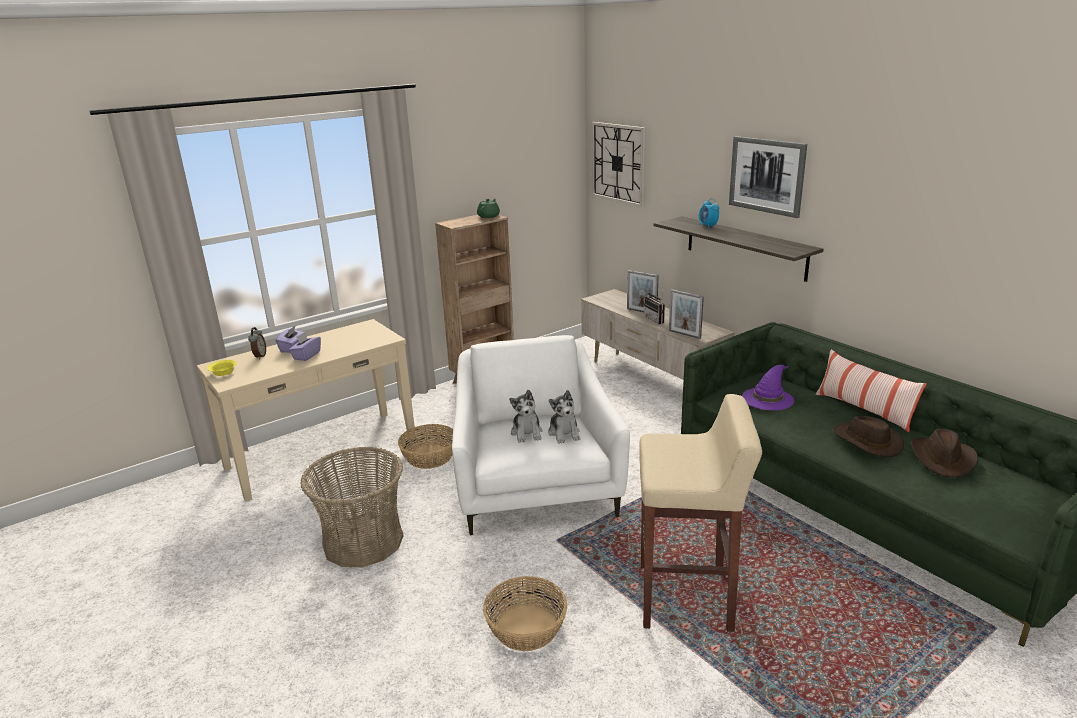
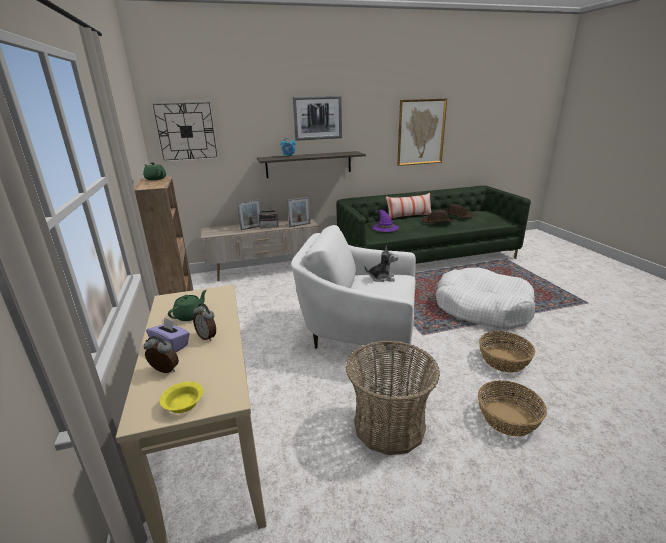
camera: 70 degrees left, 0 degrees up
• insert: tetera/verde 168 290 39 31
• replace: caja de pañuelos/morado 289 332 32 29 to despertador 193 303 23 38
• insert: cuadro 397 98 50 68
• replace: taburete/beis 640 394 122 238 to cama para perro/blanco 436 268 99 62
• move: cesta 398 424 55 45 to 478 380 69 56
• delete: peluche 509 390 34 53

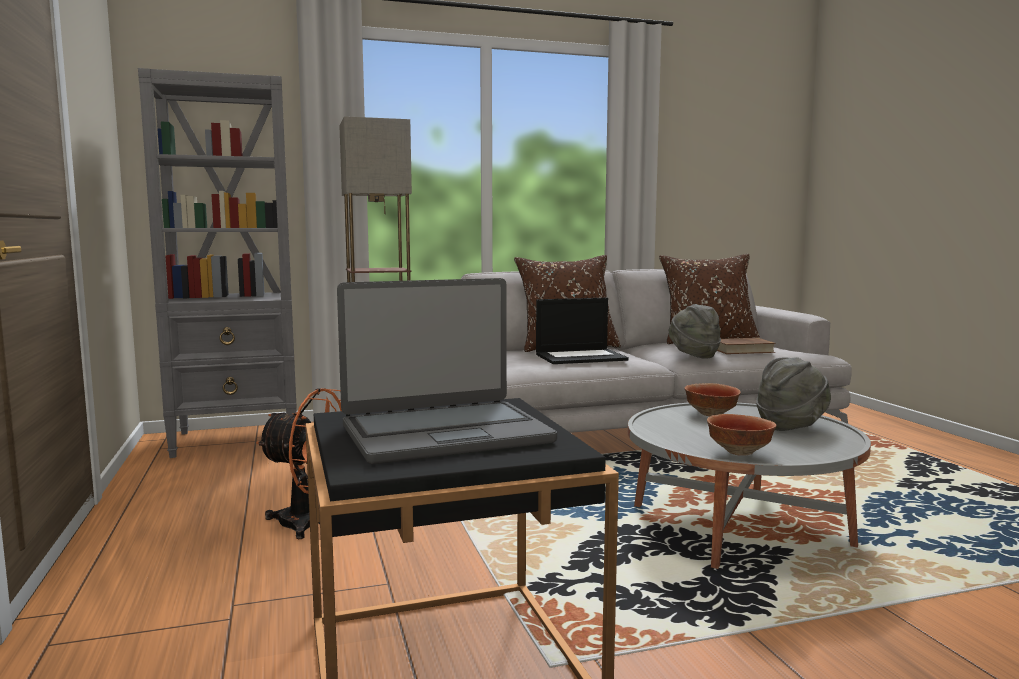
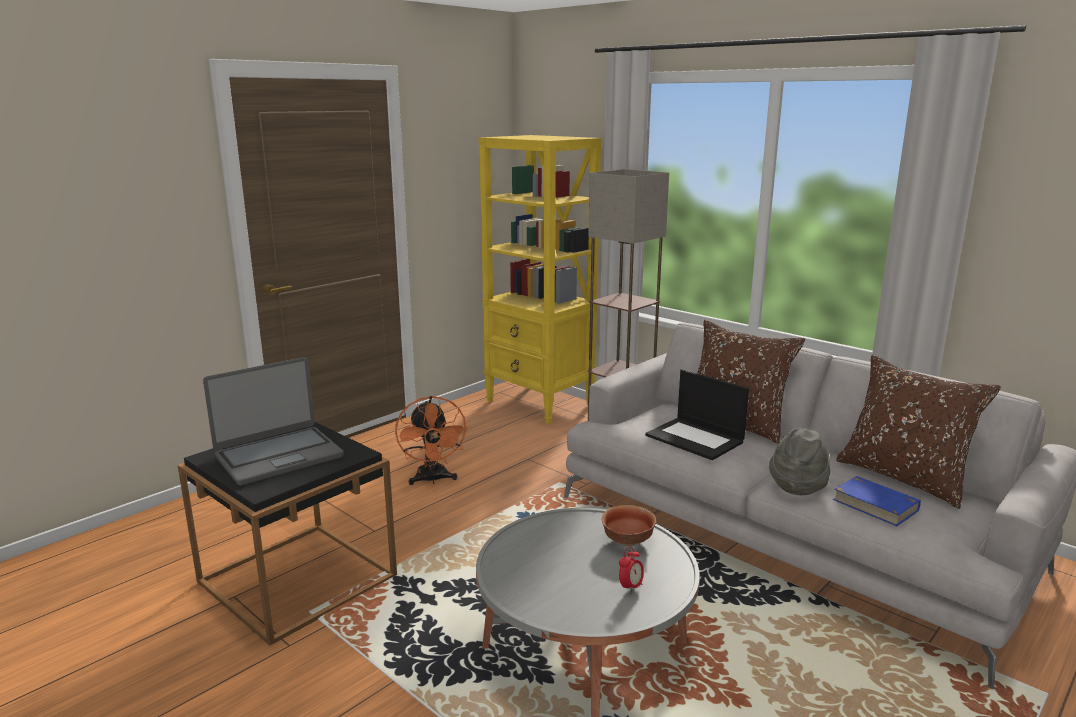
camera: 60 degrees right, 10 degrees up
• rotate: portátil 337 278 220 187 = 203 357 141 128 75 degrees counterclockwise
• recolor: estantería/gris 138 68 159 390 to estantería/amarillo 479 135 122 289
• replace: sombrero/gris 756 357 75 74 to despertador 619 547 25 48
• recolor: libro/marrón 717 338 58 16 to libro/azul 833 476 88 50
• delete: cuenco 707 414 69 42

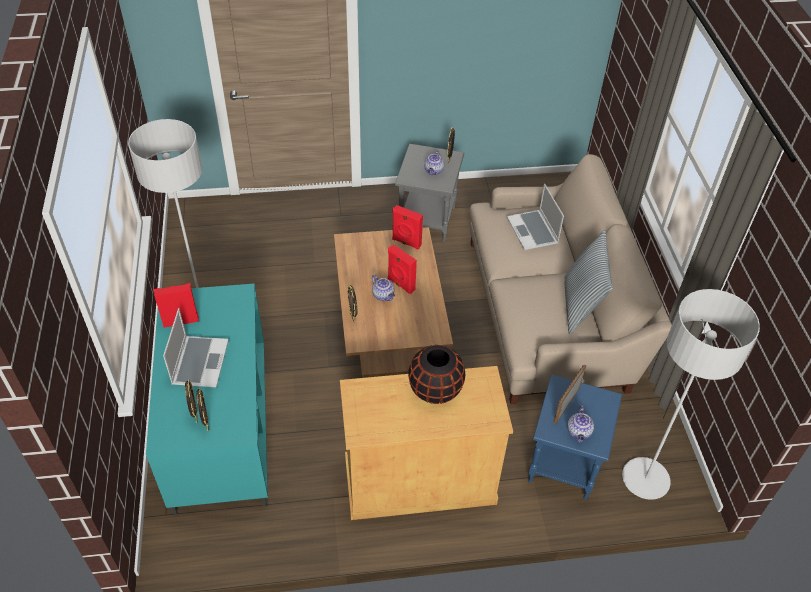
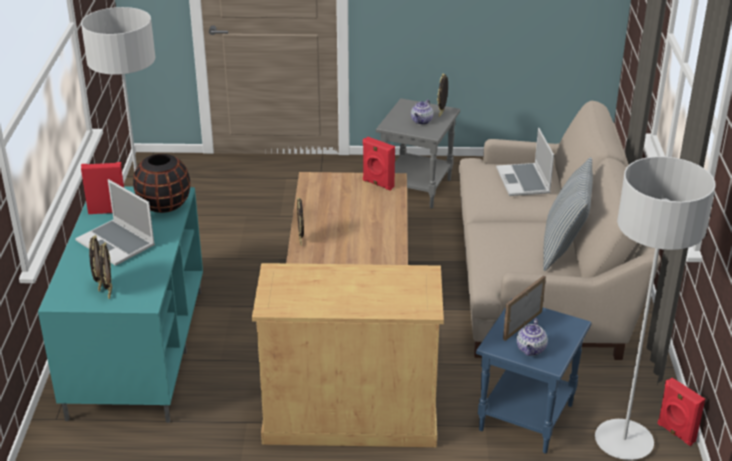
camera: 10 degrees right, 15 degrees down
• rotate: portátil 163 308 66 79 = 75 179 80 87 120 degrees clockwise
• move: florero/negro 408 345 57 59 to 133 154 57 59
• move: altavoz/rojo 388 244 29 50 to 657 378 48 68
• delete: tetera 372 275 23 26

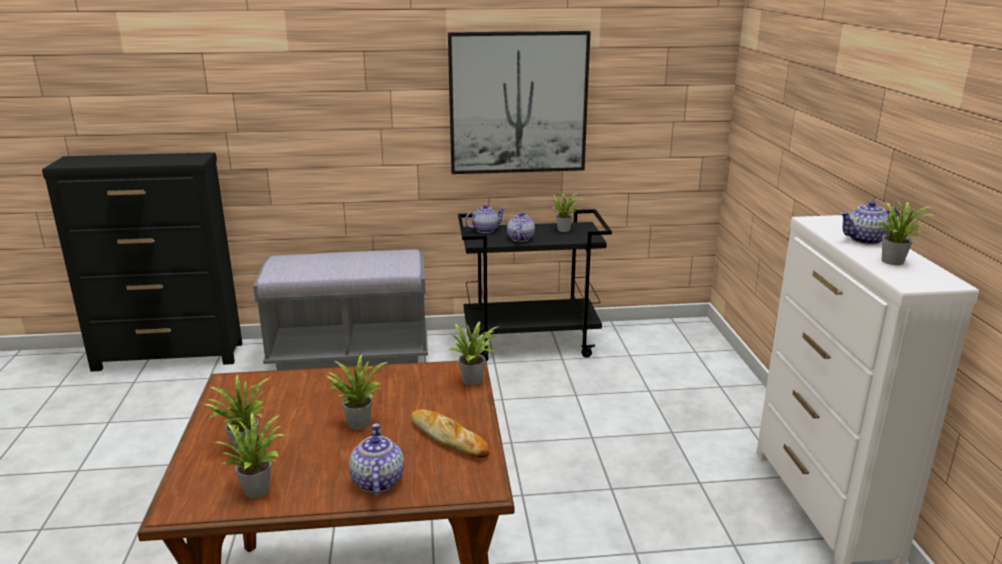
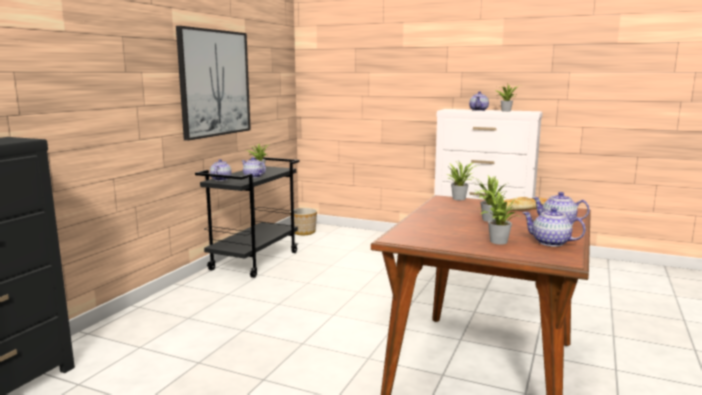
camera: 60 degrees left, 10 degrees down
• insert: maceta 290 208 27 27
• replace: planta en maceta 214 412 70 86 to tetera 522 208 64 39
• delete: banco/gris 253 250 175 120

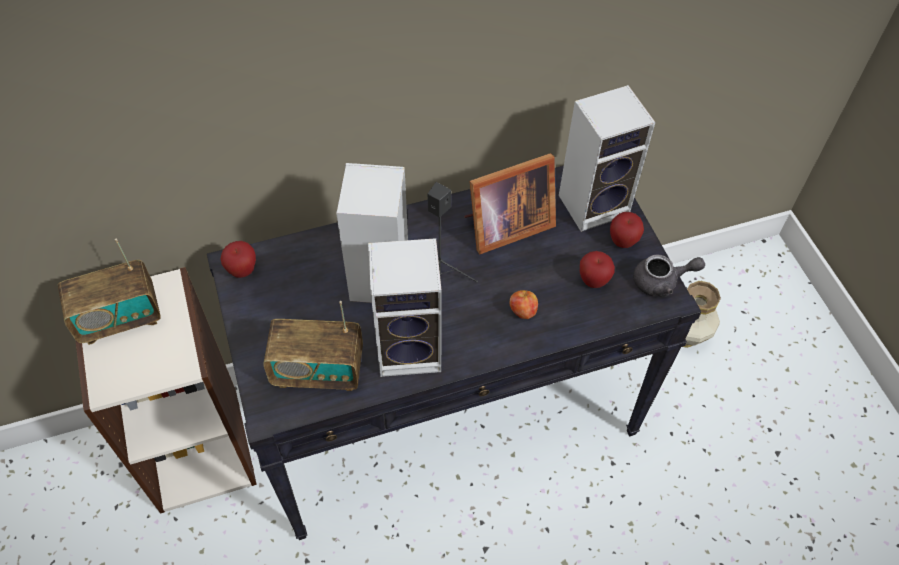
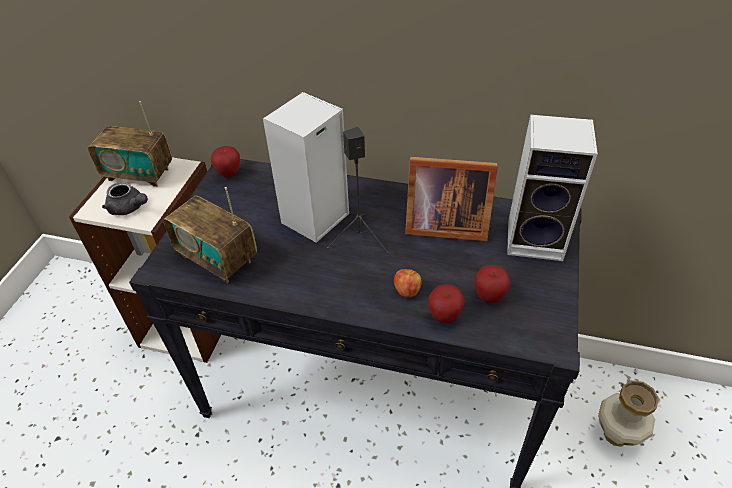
camera: 35 degrees right, 10 degrees down
• move: tetera/gris 633 254 72 43 to 102 182 46 33
• move: manzana 610 212 34 36 to 428 284 37 39
• delete: altavoz 368 239 74 138

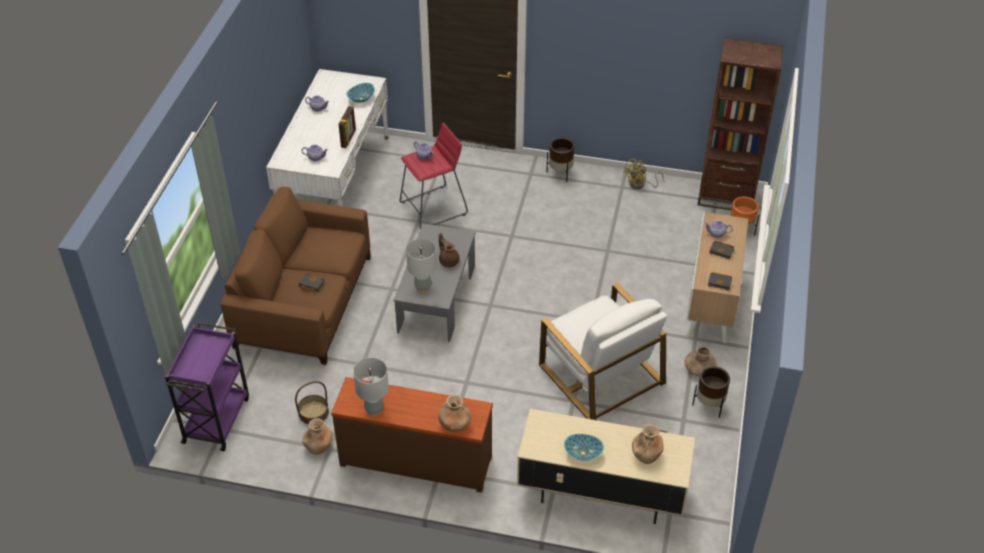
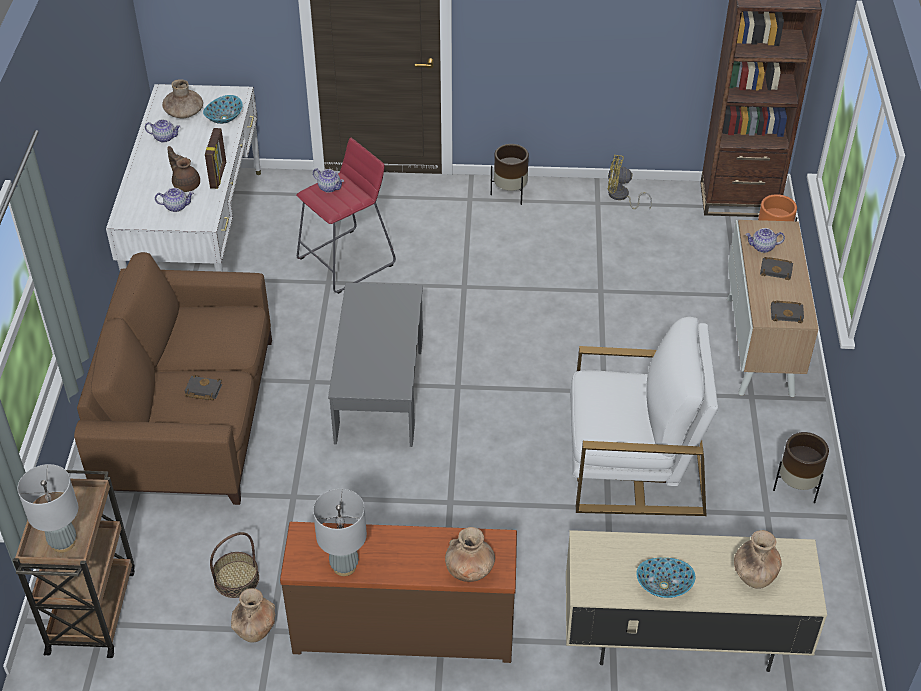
camera: 10 degrees left, 0 degrees up
• recolor: carrito/morado 165 322 84 129 to carrito/marrón 13 470 122 188
• move: lámpara de mesa/gris 406 239 31 54 to 17 464 61 89
• move: florero/marrón 684 346 33 31 to 162 79 41 39
• move: tetera/marrón 439 233 20 34 to 167 146 33 46
• rotate: sillón/blanco 539 282 128 138 = 570 317 148 199 45 degrees counterclockwise
• rotate: ventilador/amarillo 623 158 41 31 = 608 155 44 55 60 degrees clockwise

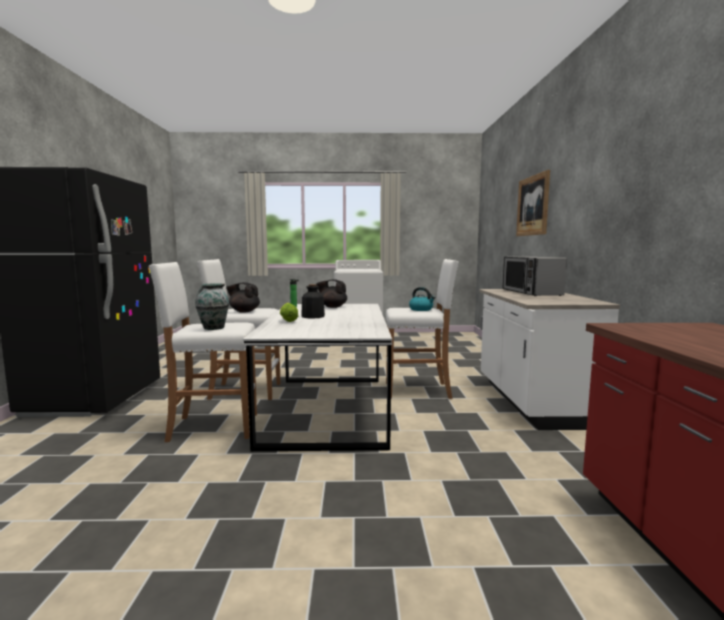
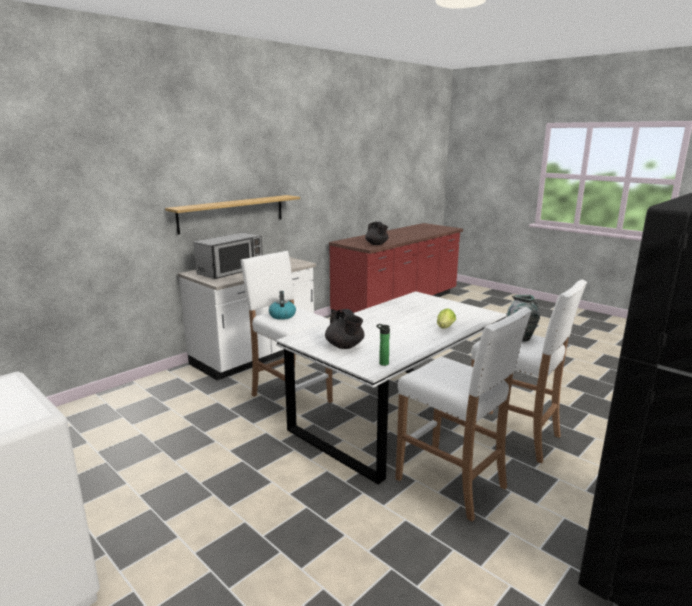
camera: 135 degrees left, 10 degrees up
• insert: estante 165 195 135 39
• move: tetera/negro 226 282 34 31 to 365 222 24 23
• delete: botella 301 284 24 35
• delete: cuadro 516 170 34 66

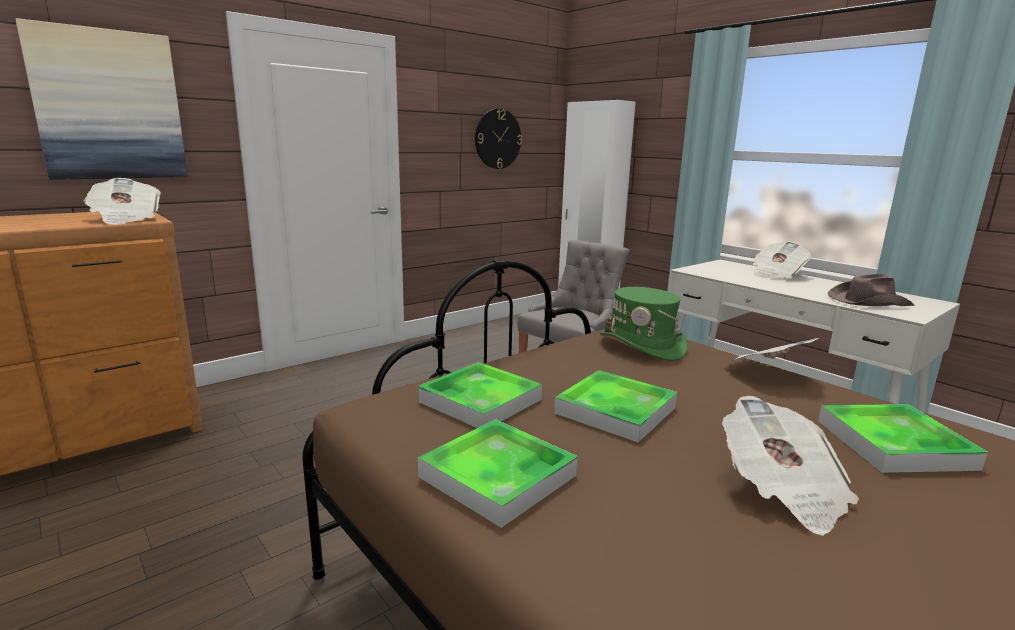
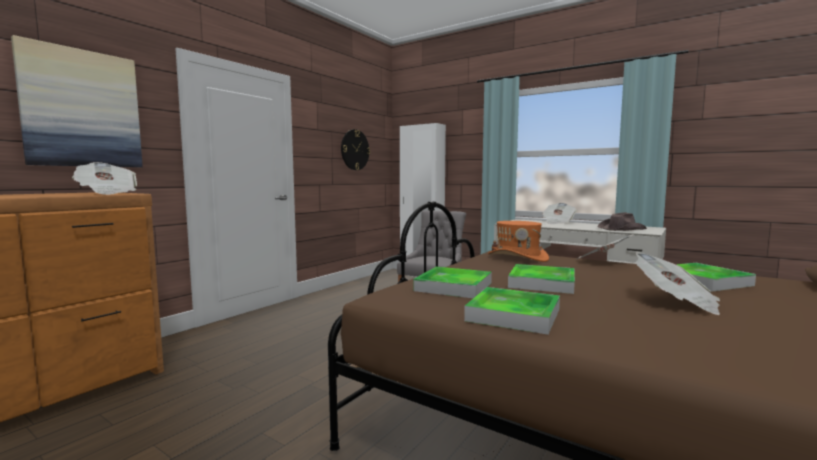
camera: 15 degrees left, 10 degrees down
• recolor: sombrero/verde 600 287 88 74 to sombrero/naranja 488 221 61 41

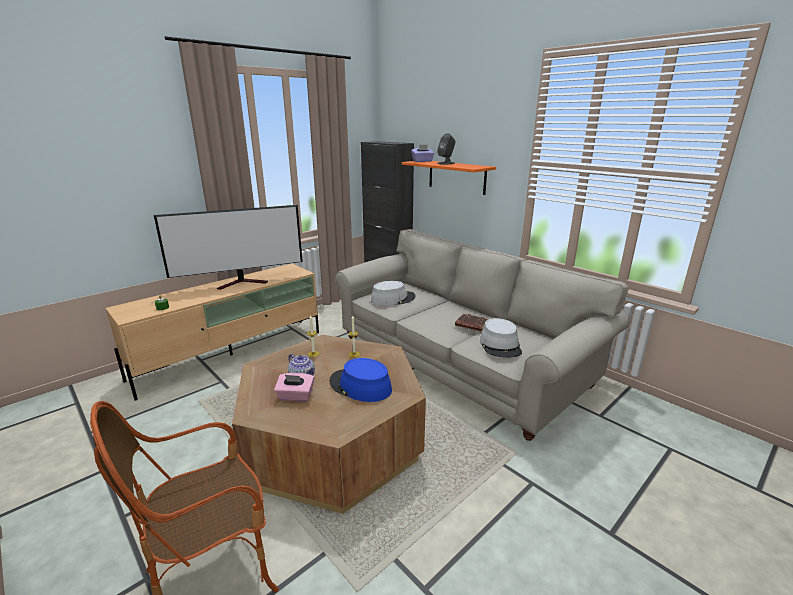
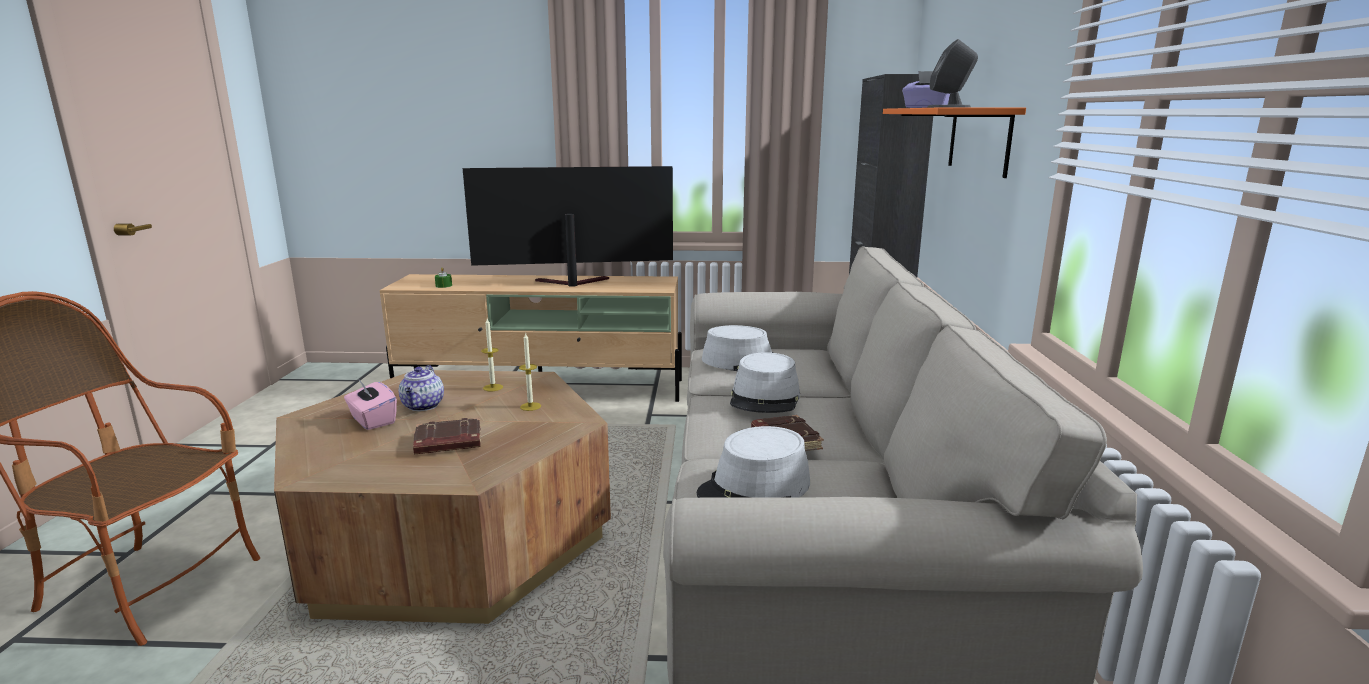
camera: 45 degrees right, 5 degrees down
• replace: sombrero/azul 329 358 63 44 to libro/marrón 413 418 68 36
• rotate: televisor 154 205 149 85 = 463 166 210 121 150 degrees clockwise
• insert: sombrero/gris 730 352 70 61

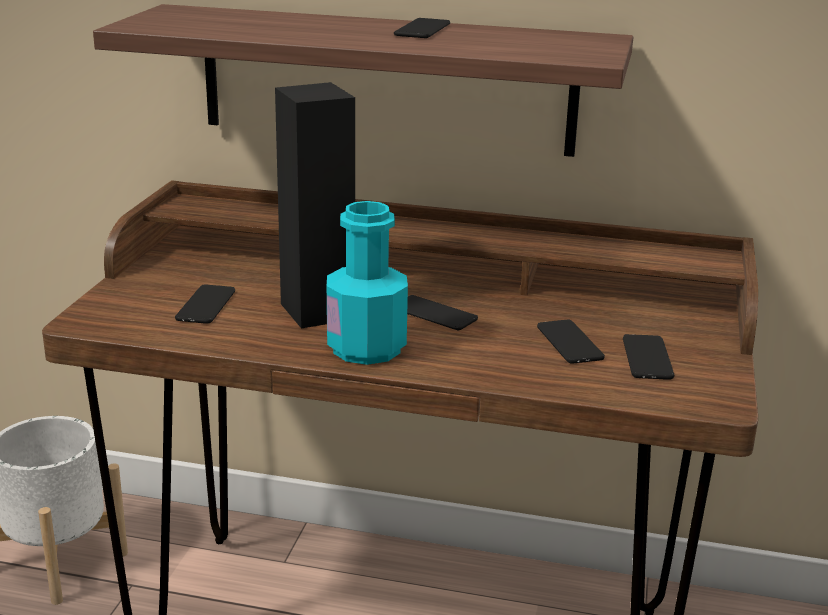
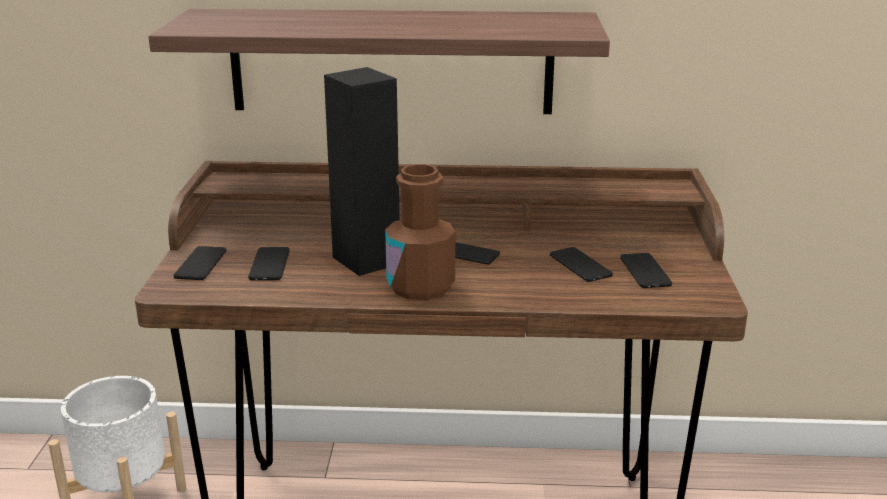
camera: 10 degrees left, 0 degrees up
• move: móvil 394 18 56 20 to 174 246 52 34
• recolor: botella/turquesa 327 201 81 164 to botella/marrón 385 164 70 136

